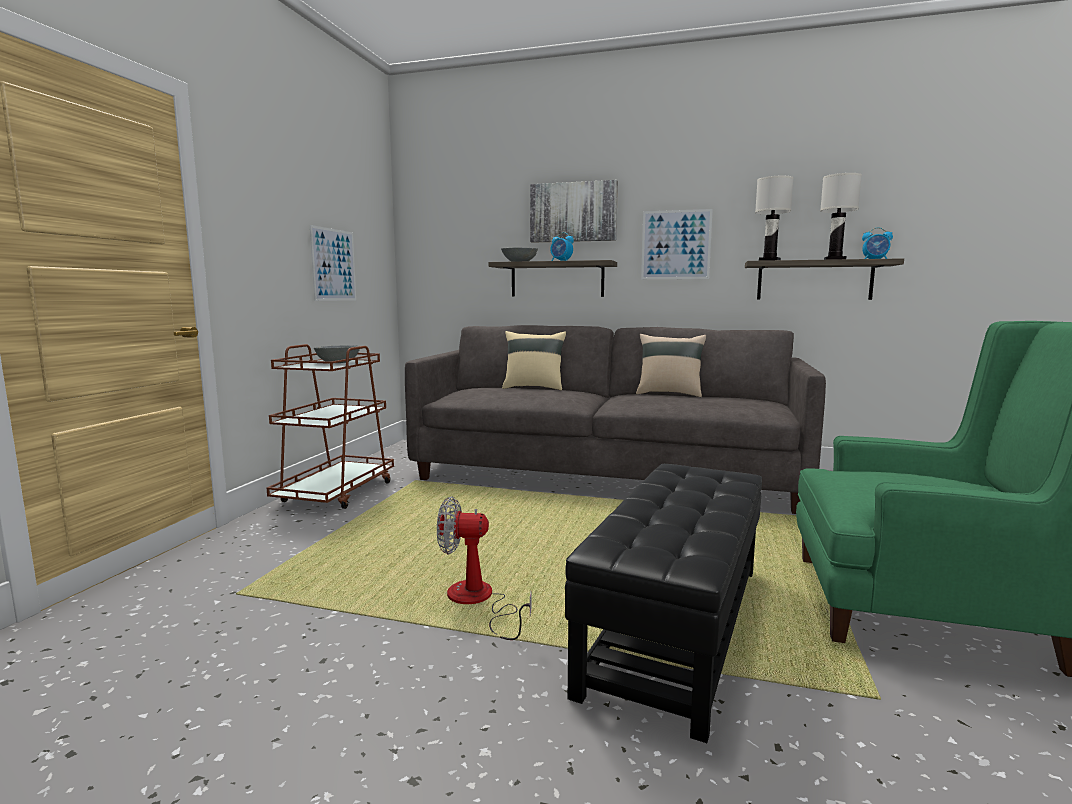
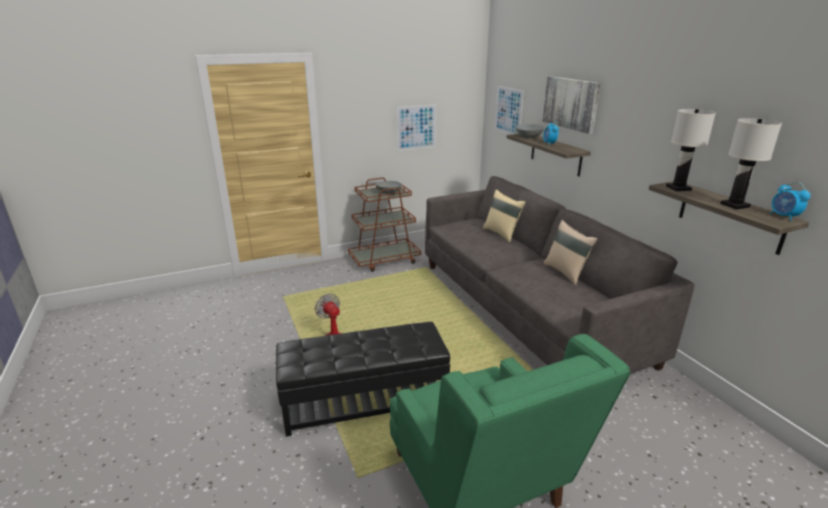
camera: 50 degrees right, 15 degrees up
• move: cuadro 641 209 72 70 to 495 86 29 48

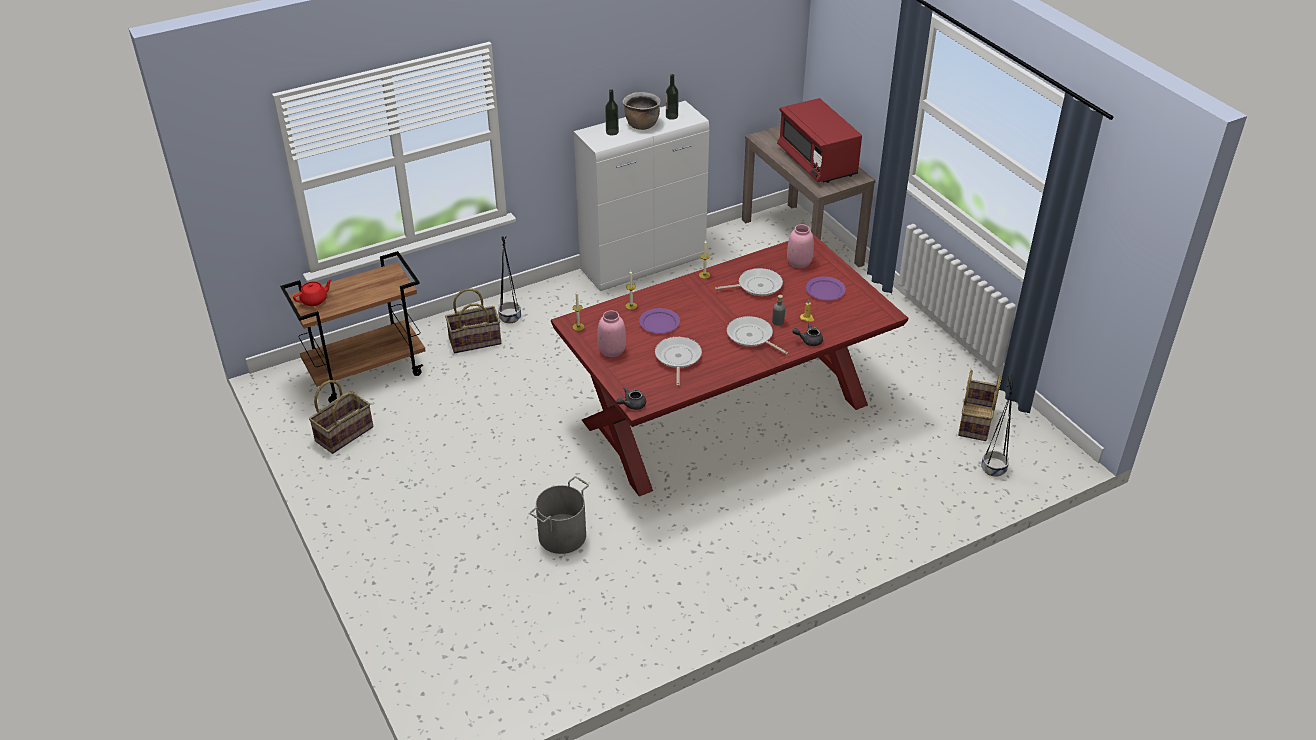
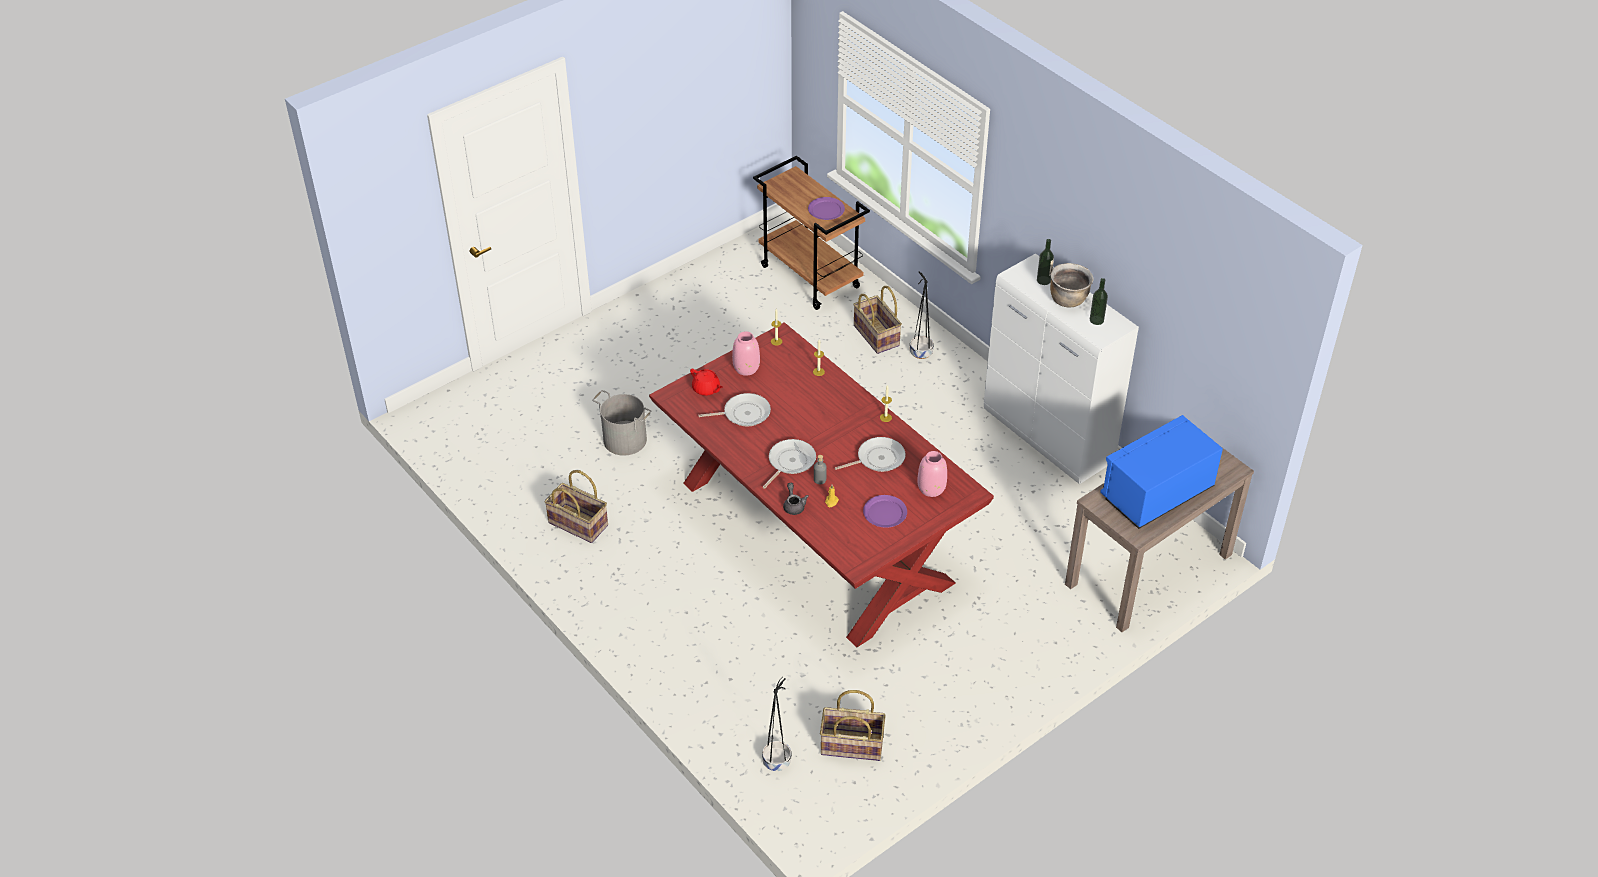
camera: 80 degrees right, 5 degrees up
• move: cesta 309 380 64 74 to 544 470 64 73
• move: tetera/rojo 293 279 40 27 to 690 369 33 27
• move: plato/morado 639 308 41 26 to 808 197 37 23
• rotate: sartén 715 268 68 28 = 835 437 71 35 90 degrees counterclockwise
• recolor: microondas/rojo 777 98 85 85 to microondas/azul 1100 415 123 114
• delete: tetera/gris 617 388 29 22

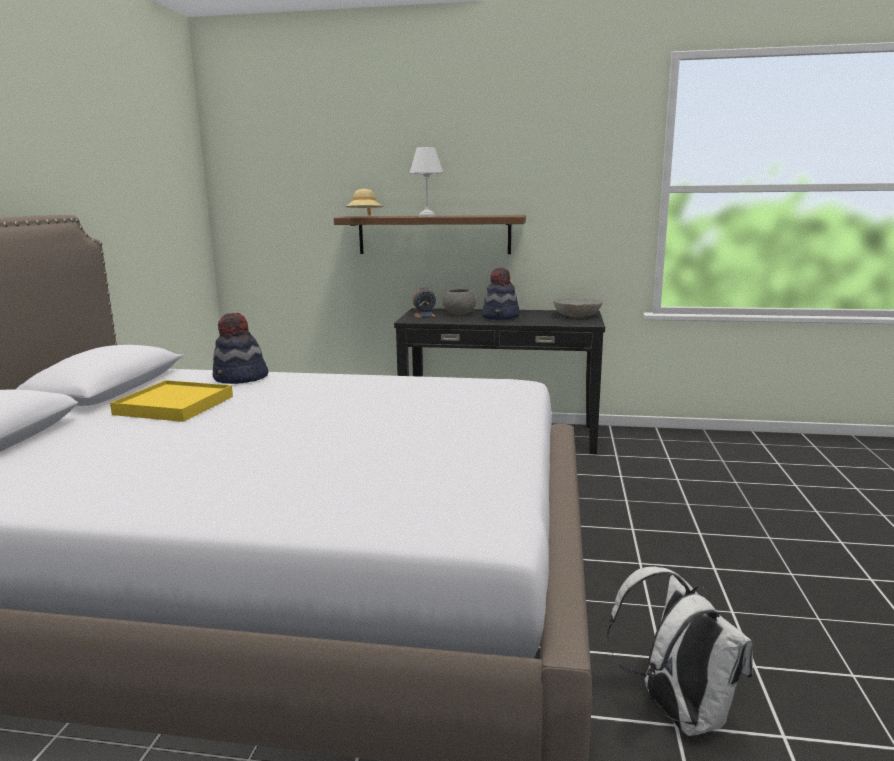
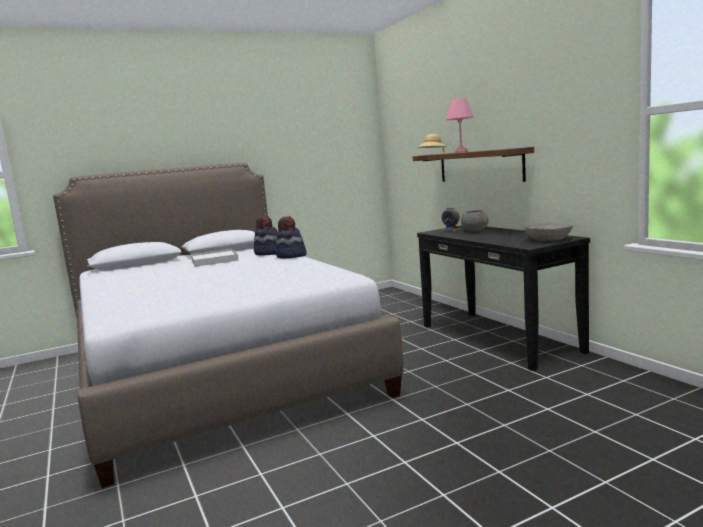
camera: 55 degrees right, 5 degrees down
• recolor: bandeja/amarillo 110 380 123 42 to bandeja/blanco 191 249 48 18
• move: sombrero 482 268 38 52 to 276 216 31 42
• recolor: lámpara de mesa/blanco 409 147 34 70 to lámpara de mesa/rosa 446 98 27 55
• delete: mochila/blanco 607 566 146 170

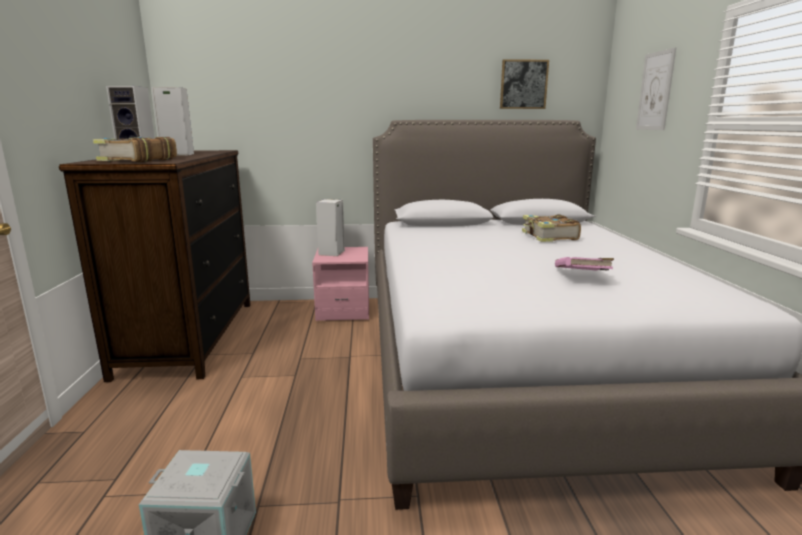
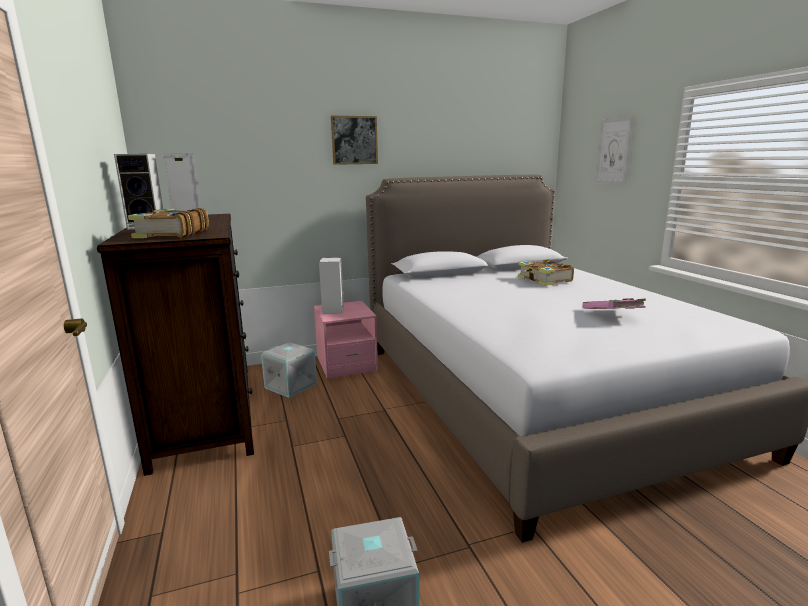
camera: 15 degrees left, 0 degrees up
• insert: caja de almacenaje/gris 261 342 56 56
• move: cuadro 500 59 49 50 to 331 116 47 49

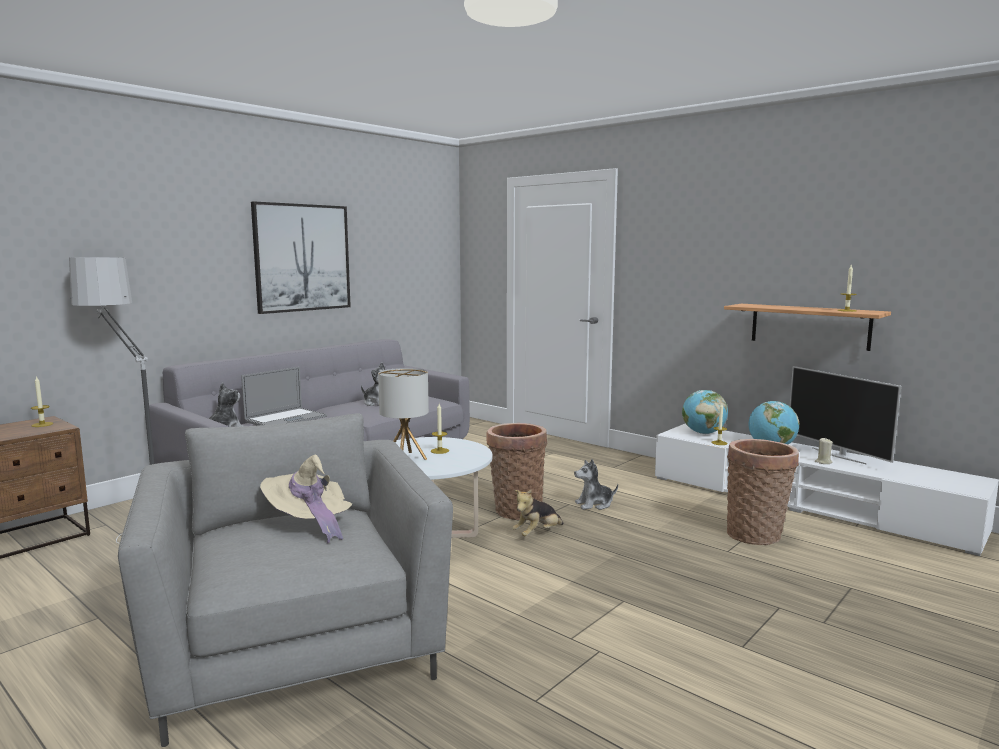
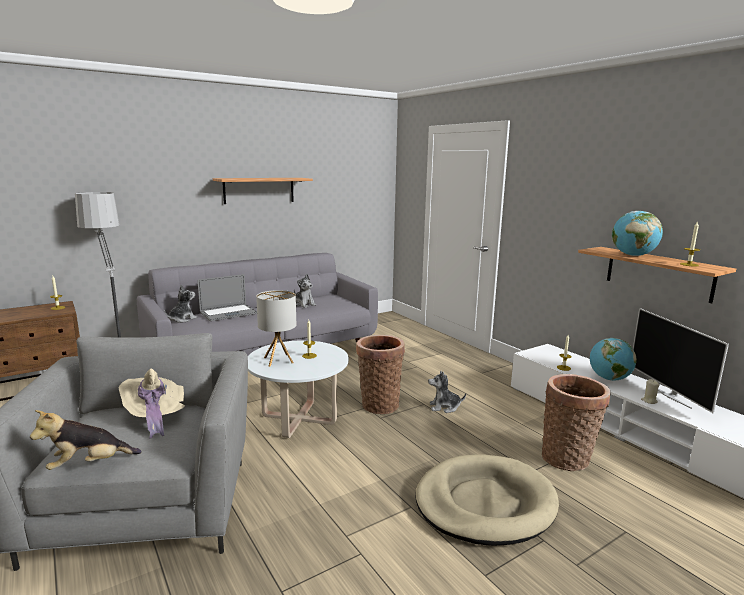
camera: 15 degrees right, 5 degrees up
• move: peluche 512 490 52 46 to 30 410 112 60
• replace: cuadro 251 201 100 113 to estante 213 178 100 26
• insert: cama para perro/beis 416 455 143 91
• move: globo terráqueo 682 390 46 44 to 612 211 51 45

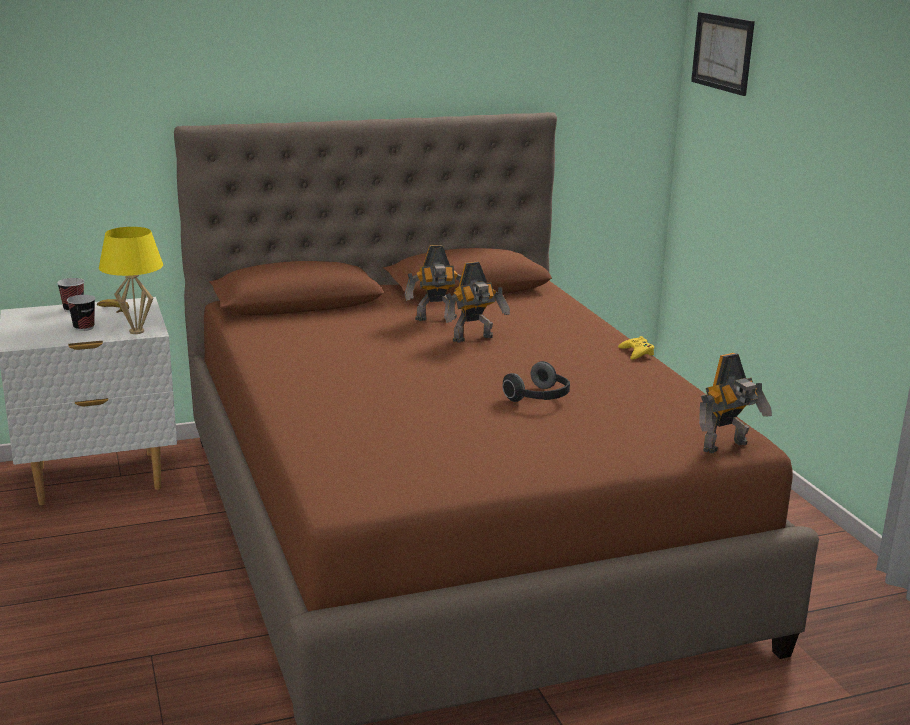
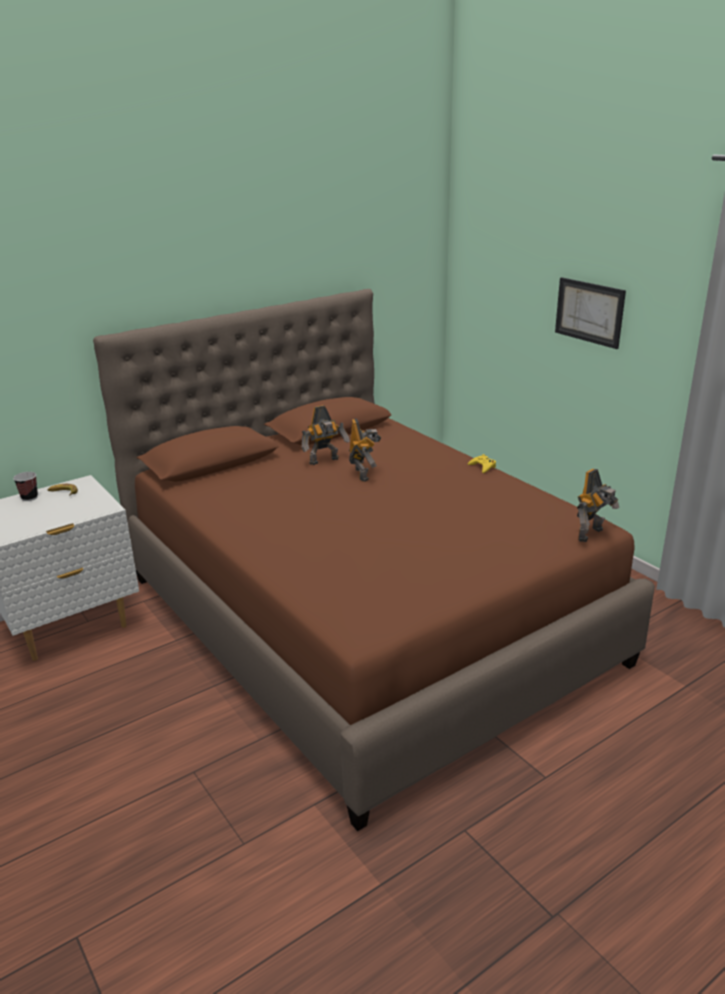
camera: 15 degrees left, 5 degrees up
• rotate: robot de juguete 444 262 66 81 = 349 418 32 64 60 degrees counterclockwise
• move: cuadro 691 12 64 84 to 555 277 71 72
• delete: taza 67 295 29 36
• delete: lámpara de mesa/amarillo 99 227 64 107
• delete: auriculares 502 361 68 41

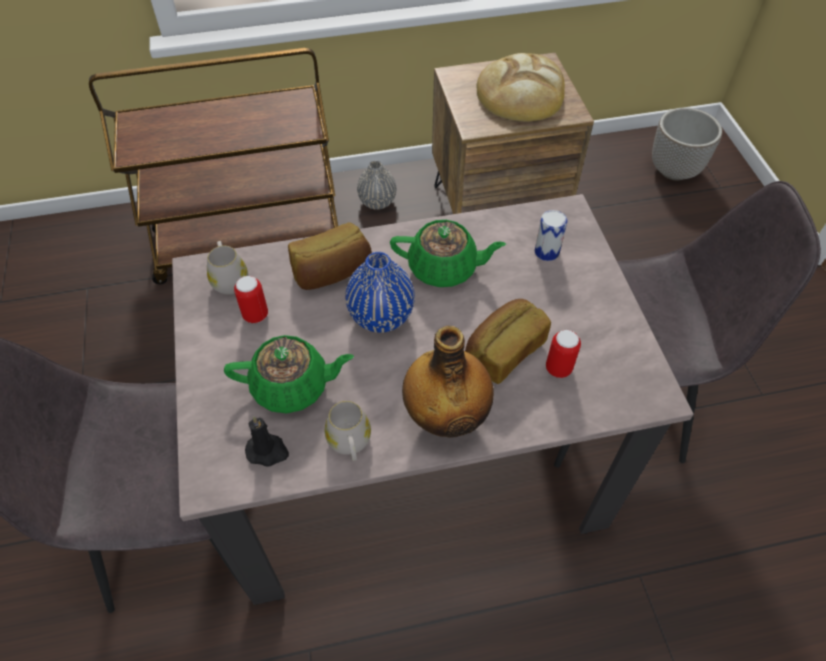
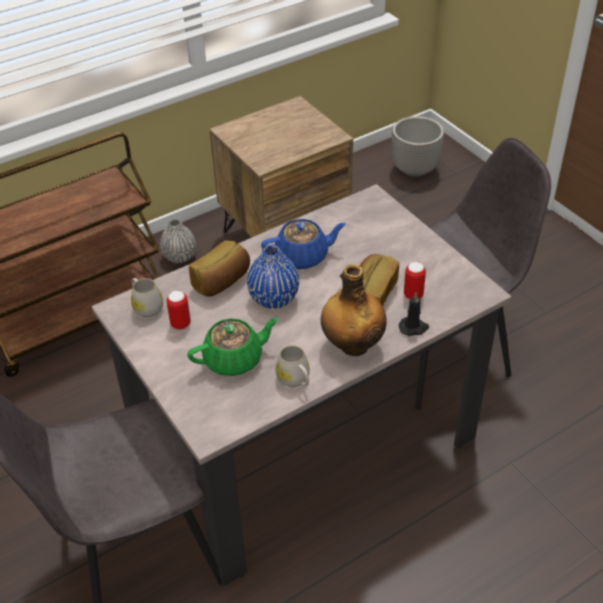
camera: 20 degrees left, 10 degrees down
• recolor: tetera/verde 390 220 116 67 to tetera/azul 261 219 85 50
• move: vela/negro 245 416 44 50 to 399 292 30 44
• delete: pan 477 53 88 69
• delete: lata 535 210 32 51

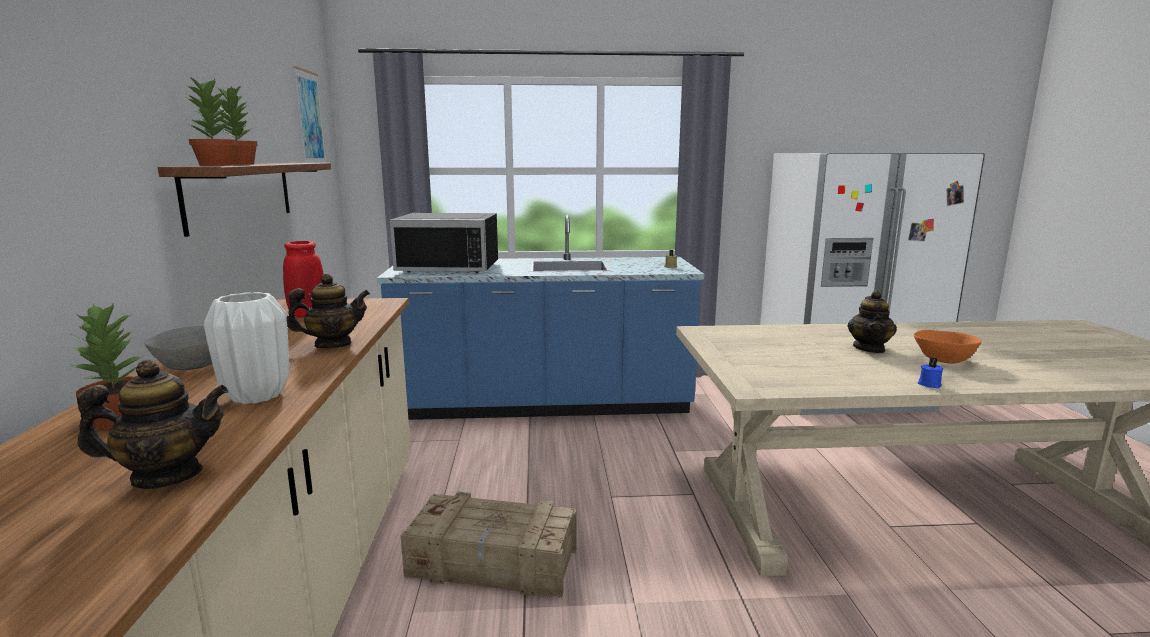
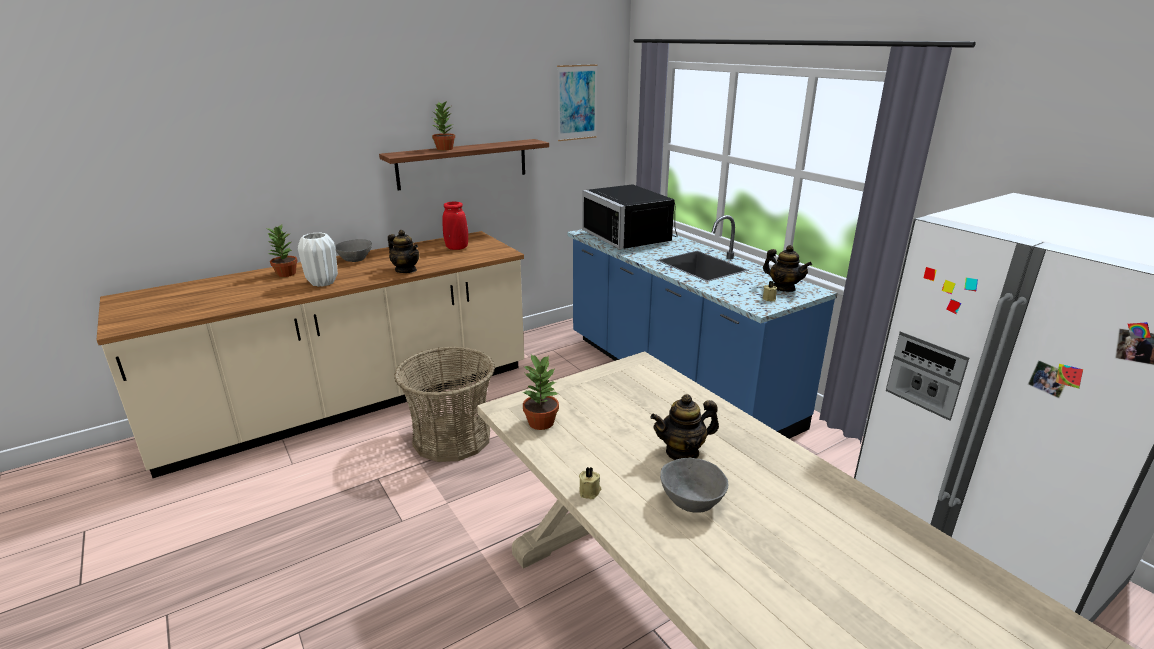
camera: 60 degrees right, 10 degrees up
• replace: caja de embalaje 400 492 176 106 to cesta 394 347 101 115
• move: planta en maceta 187 75 49 91 to 522 354 37 76
• recolor: vela/azul 918 357 25 31 to vela/beis 579 467 23 32
• recolor: cuenco/naranja 914 330 68 34 to cuenco/gris 660 458 68 55
• move: tetera 77 359 152 130 to 763 245 49 47

